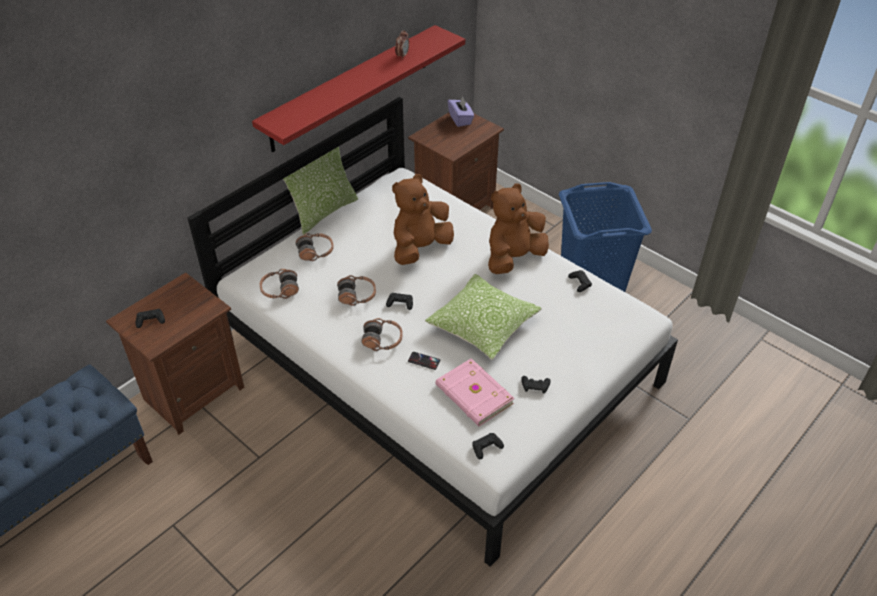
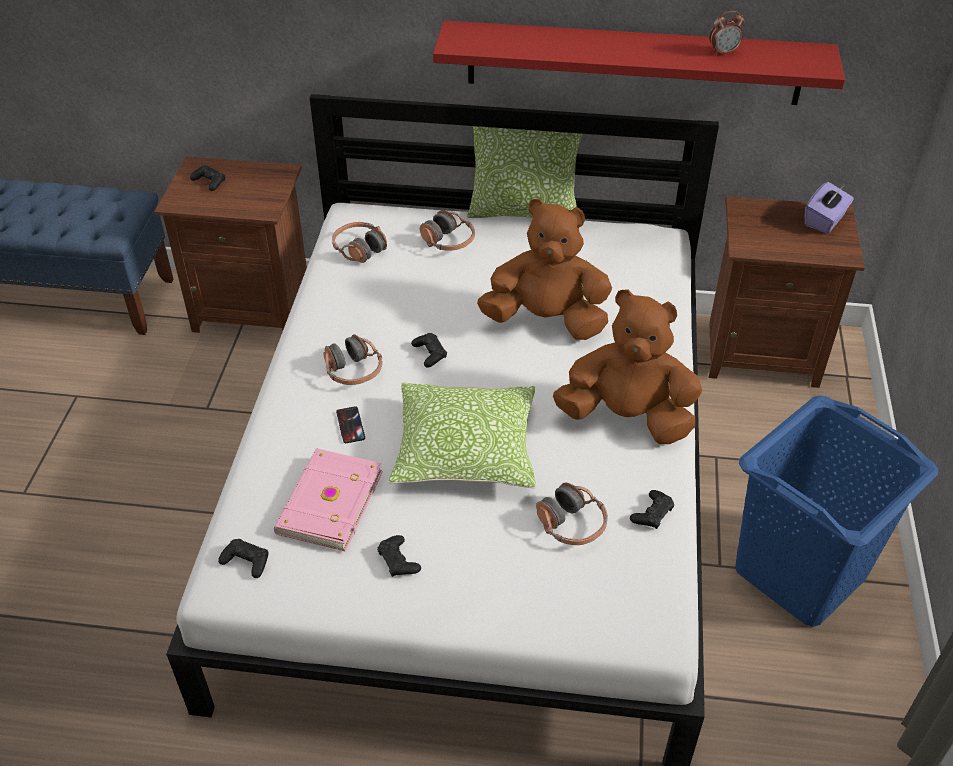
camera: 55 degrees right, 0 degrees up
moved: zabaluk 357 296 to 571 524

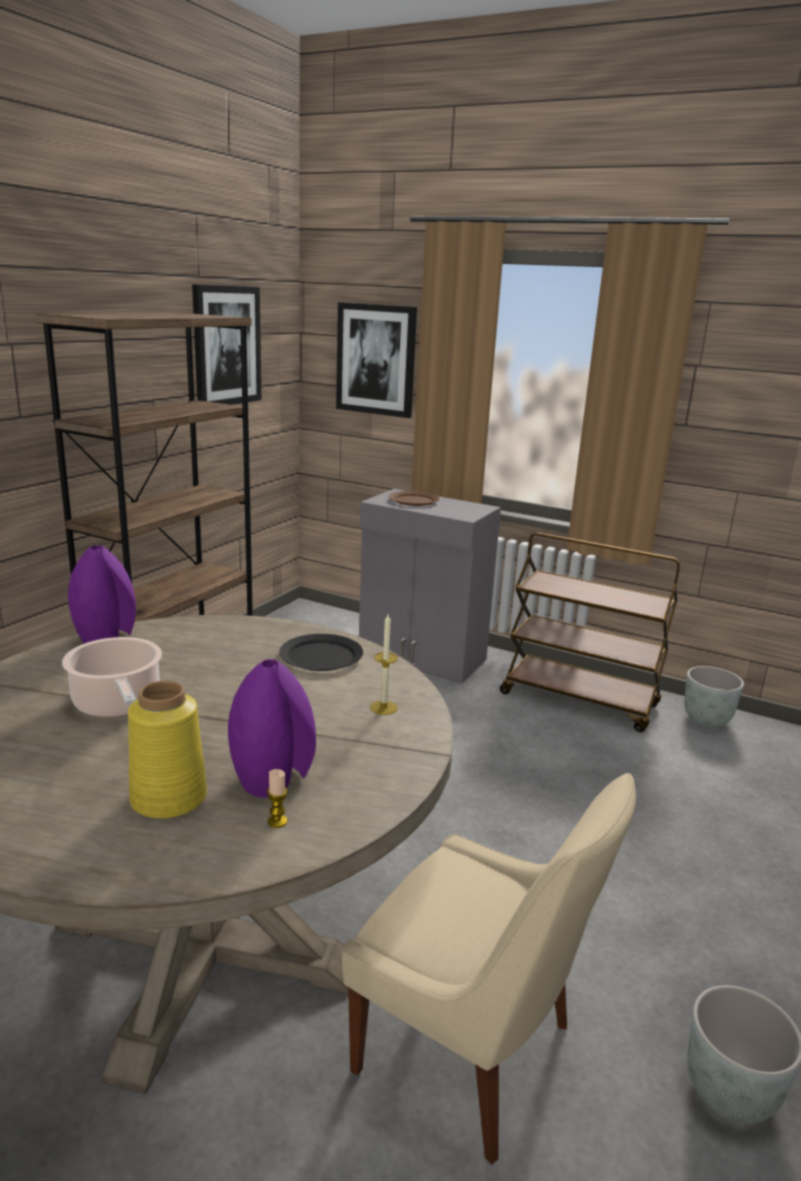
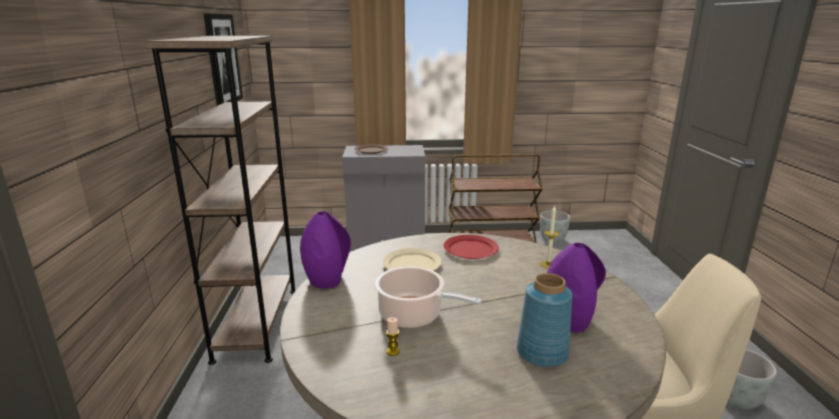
camera: 30 degrees left, 0 degrees up
removed: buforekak 376 359
added: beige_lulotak 412 264
moved: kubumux 277 821 to 393 351
recoloured: black_lulotak 321 656 to red_lulotak 470 249; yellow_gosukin 167 799 to blue_gosukin 541 353

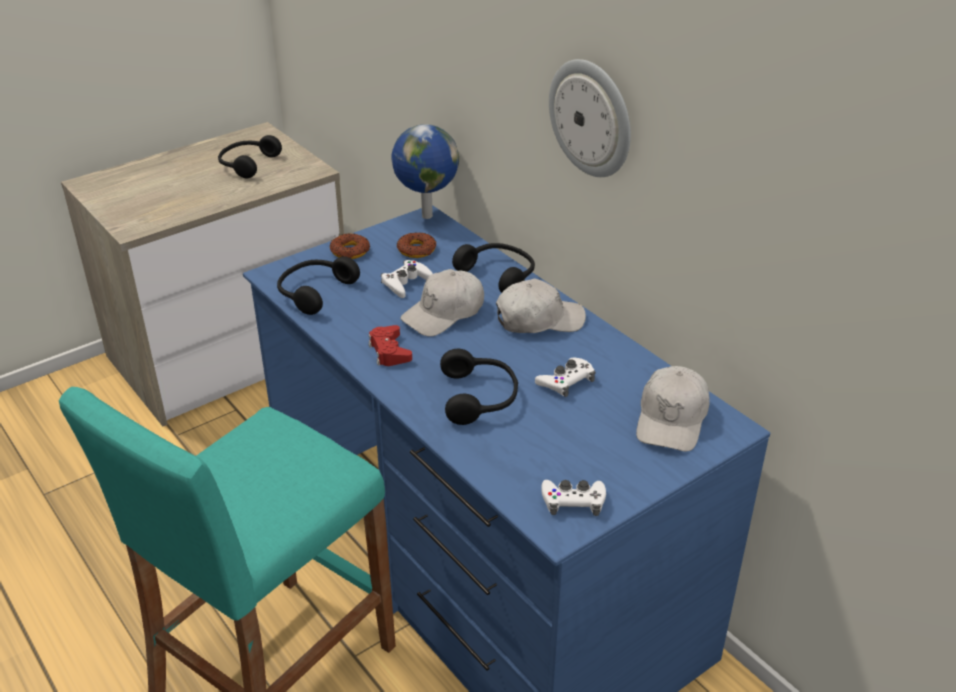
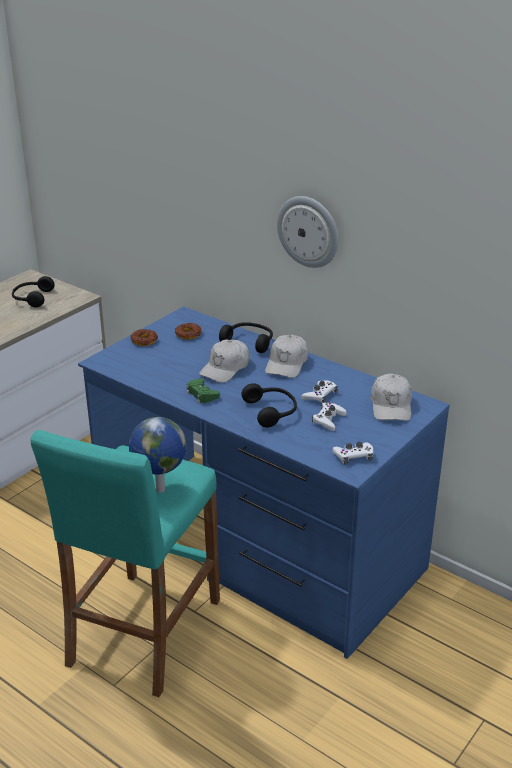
camera: 15 degrees left, 5 degrees down
removed: black_zabaluk 314 292
moved: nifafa 425 216 to 159 490; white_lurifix 406 283 to 328 420
recoloured: red_lurifix 389 351 to green_lurifix 202 394
turned: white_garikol 539 320 = 287 364 135 degrees clockwise

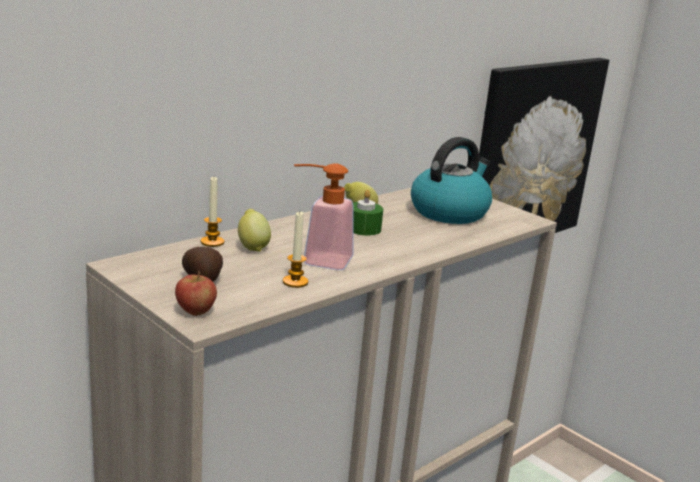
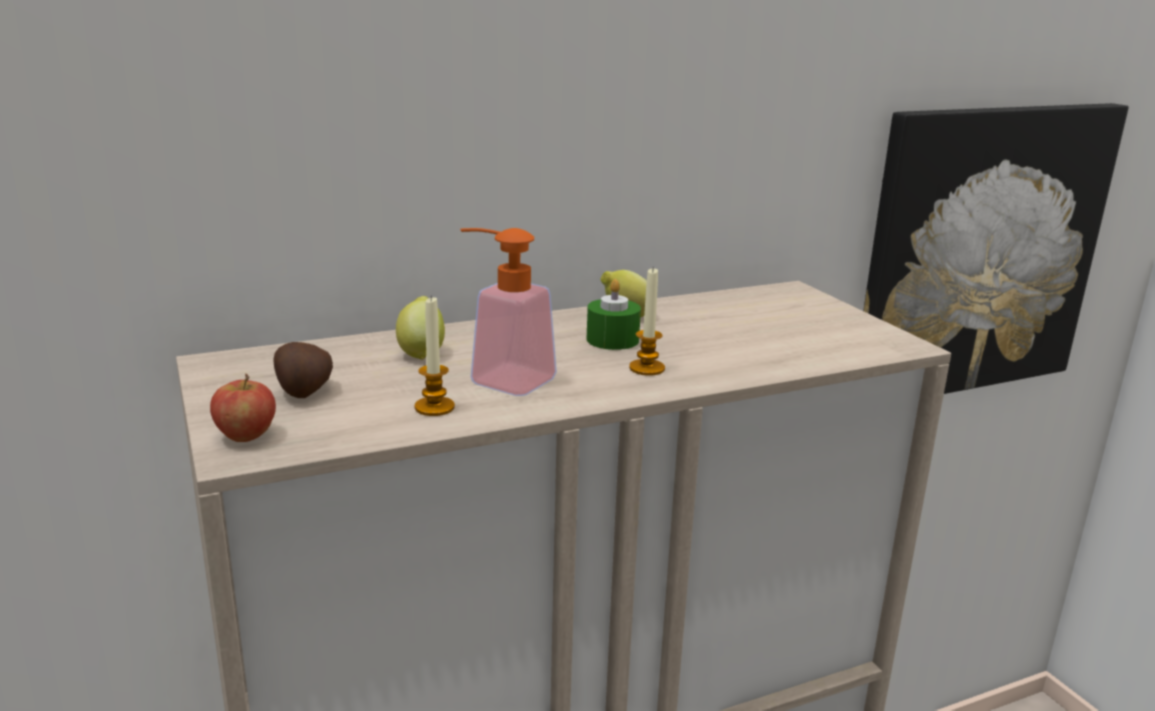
camera: 20 degrees right, 0 degrees up
removed: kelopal 449 212
moved: kubumux 212 242 to 647 368

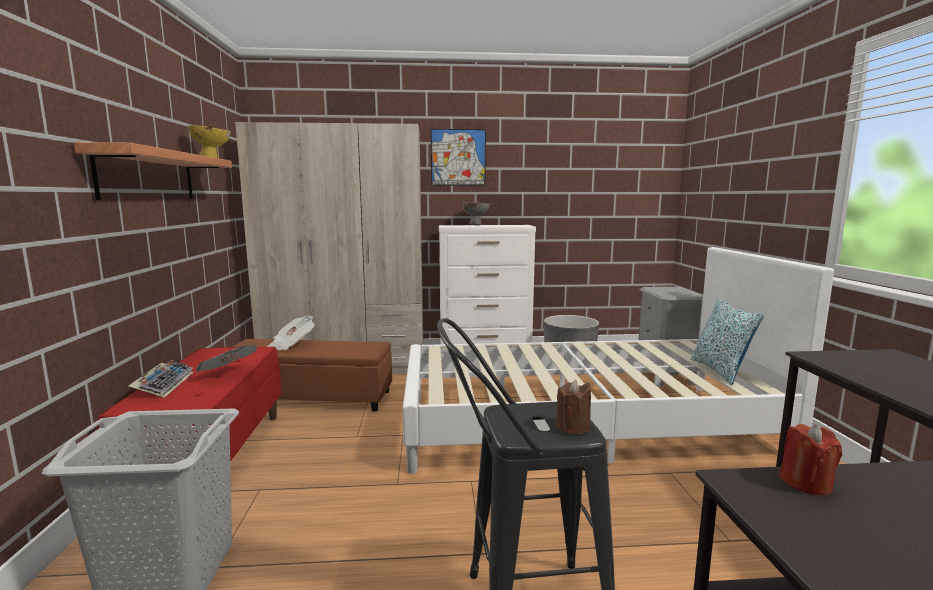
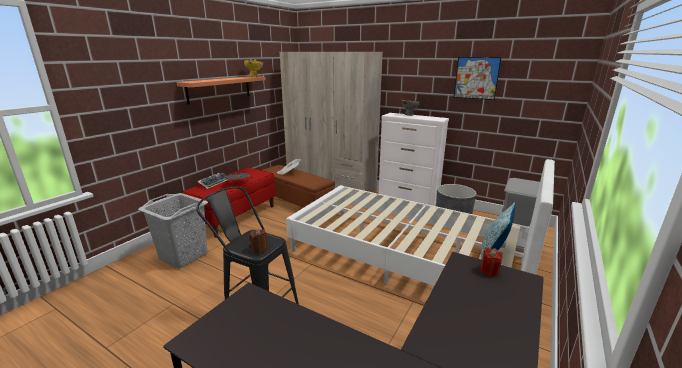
camera: 35 degrees right, 10 degrees up
moved: buforekak 458 157 to 476 78; red_kubumux 806 483 to 489 271

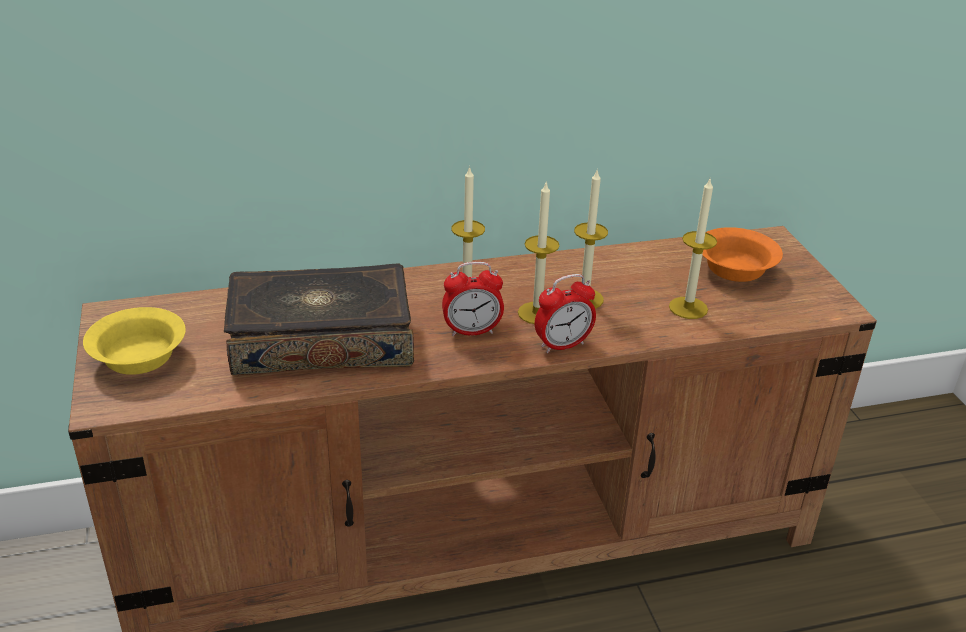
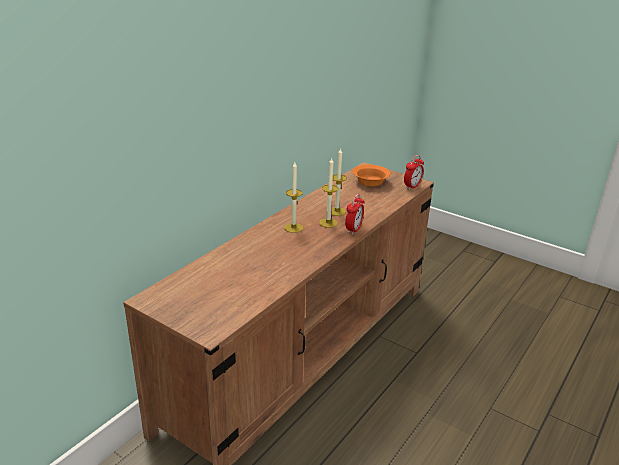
camera: 40 degrees left, 5 degrees down
removed: kubumux 688 308; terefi 321 340; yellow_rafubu 141 356
moved: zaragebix 472 331 to 412 187

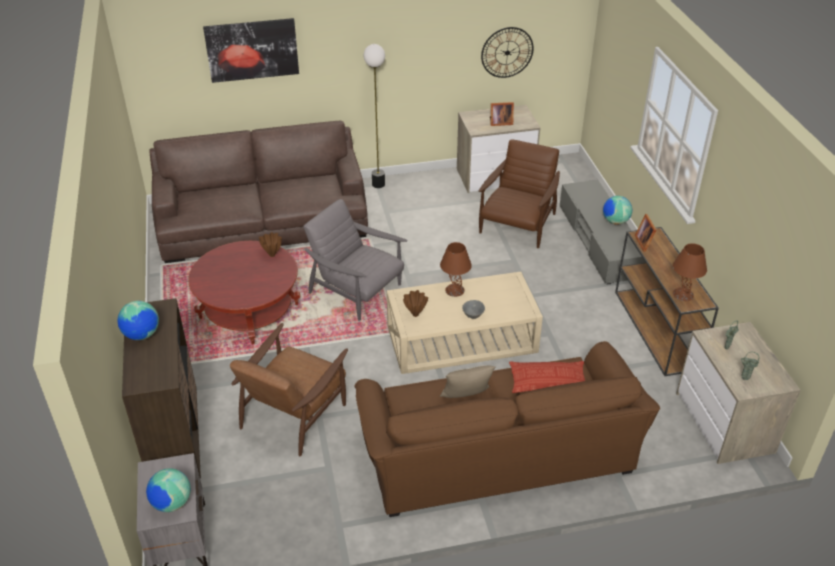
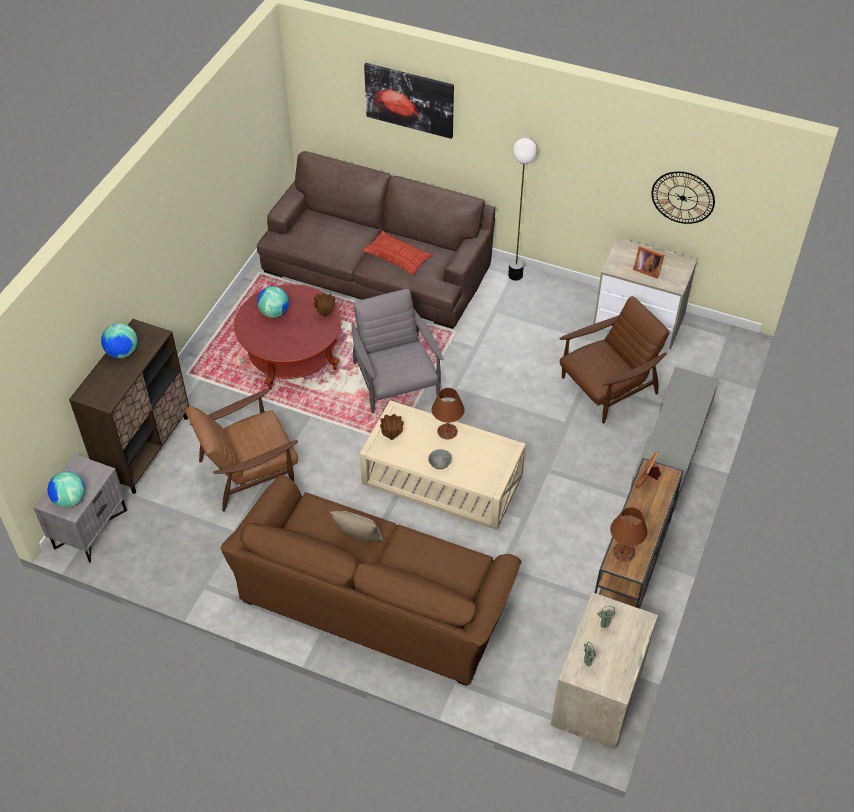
camera: 35 degrees right, 10 degrees up
moved: nifafa 615 221 to 274 312; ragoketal 548 381 to 397 257

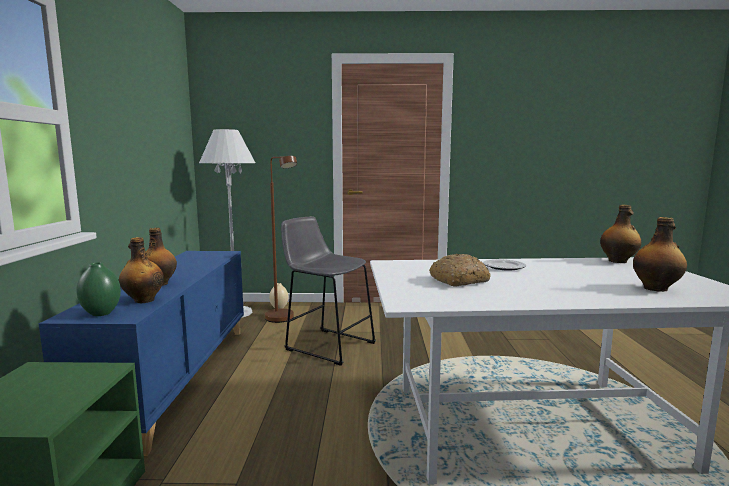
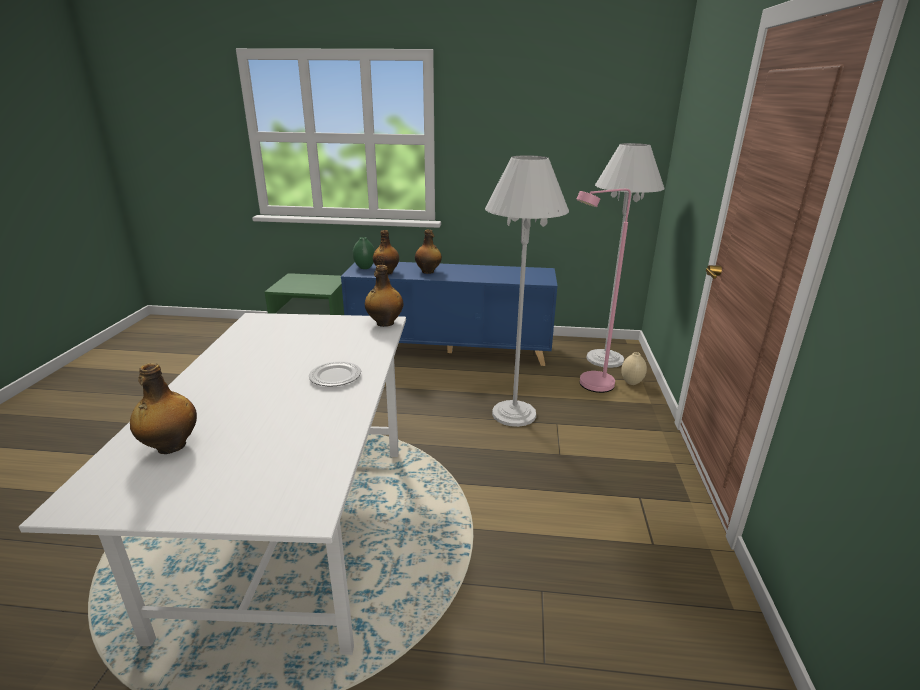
camera: 95 degrees right, 15 degrees up
removed: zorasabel 459 280
moved: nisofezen 618 261 to 384 323
replaced: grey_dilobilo 327 345 to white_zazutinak 514 414
recoloured: brown_zazutinak 283 320 to pink_zazutinak 589 386

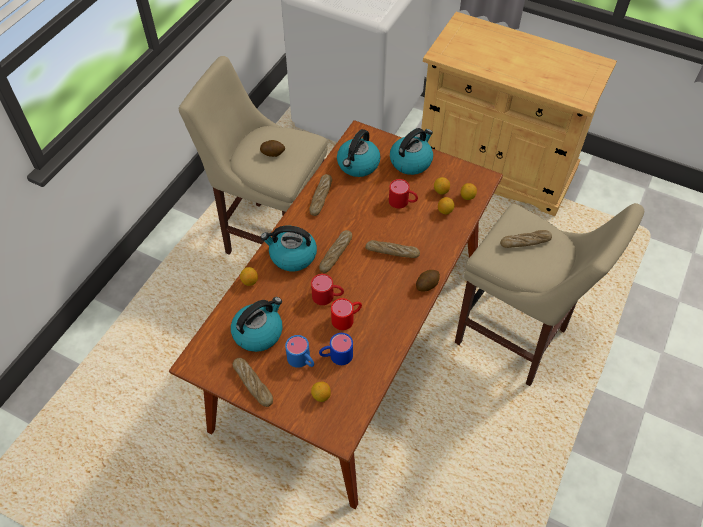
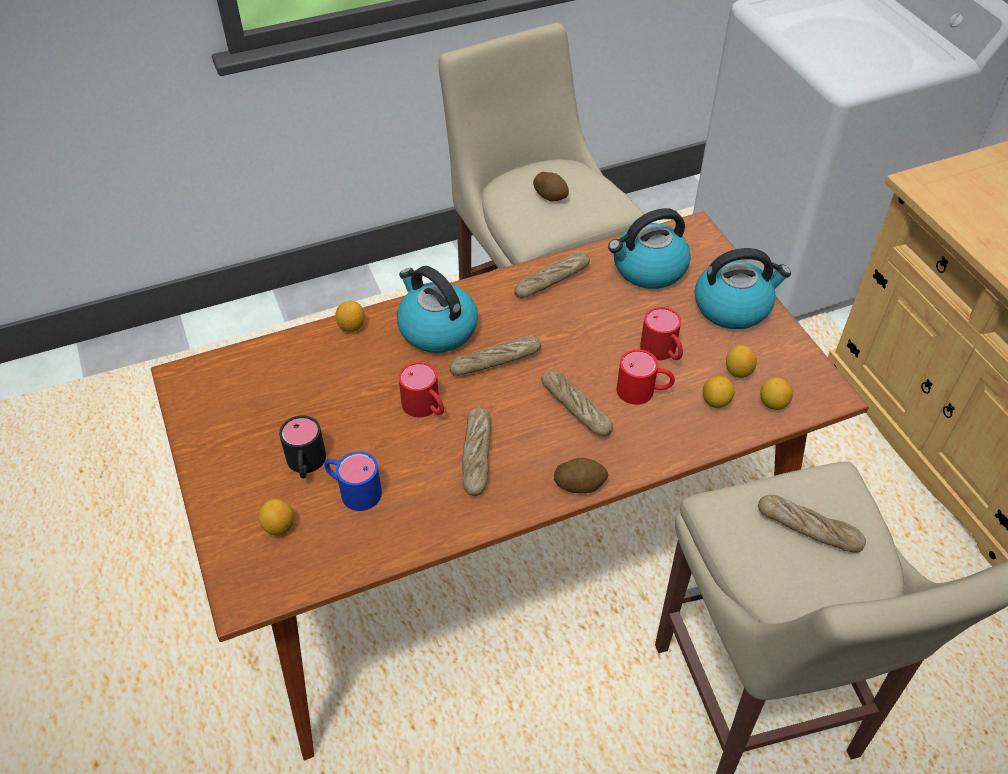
camera: 40 degrees right, 5 degrees down
removed: kelopal 258 332
moved: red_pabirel 347 318 to 644 391; zorasabel 253 384 to 477 455
recoloured: blue_pabirel 302 360 to black_pabirel 306 465

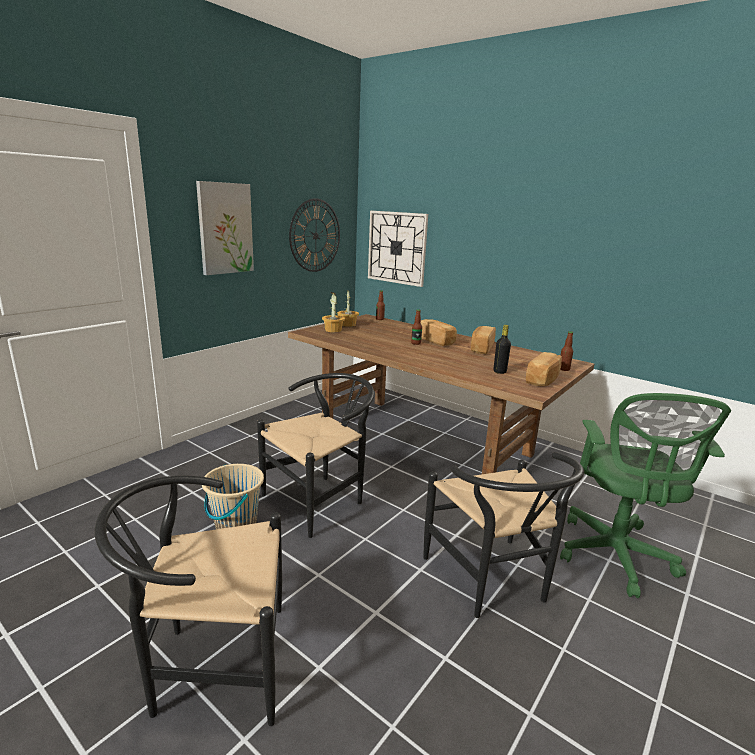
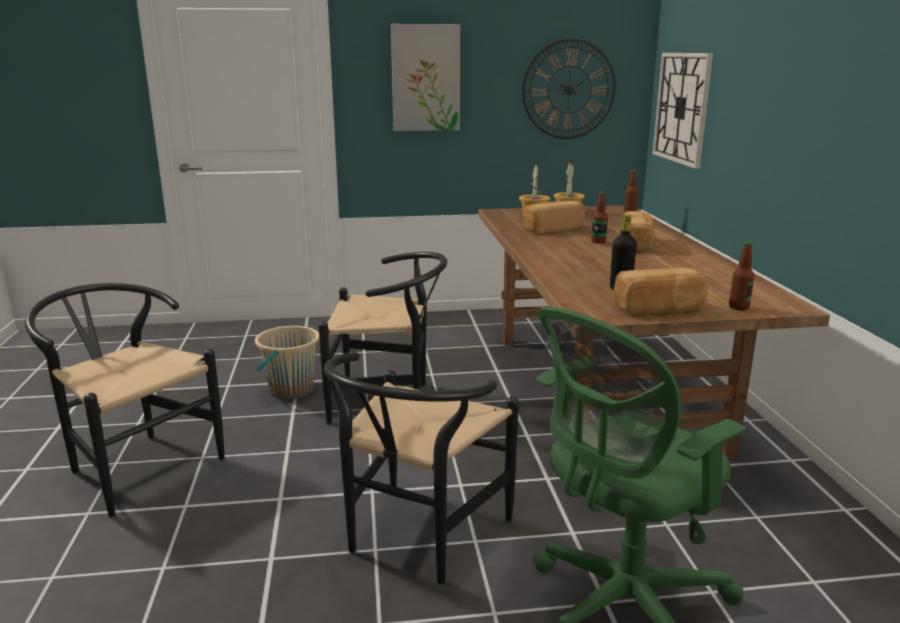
camera: 45 degrees right, 0 degrees up
moved: zorasabel 481 348 to 552 229

